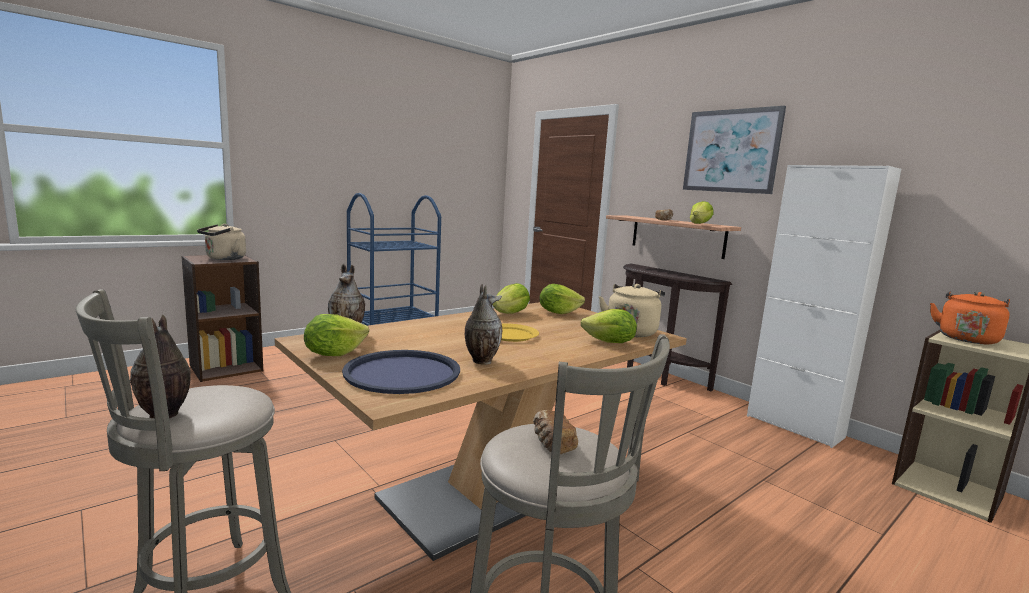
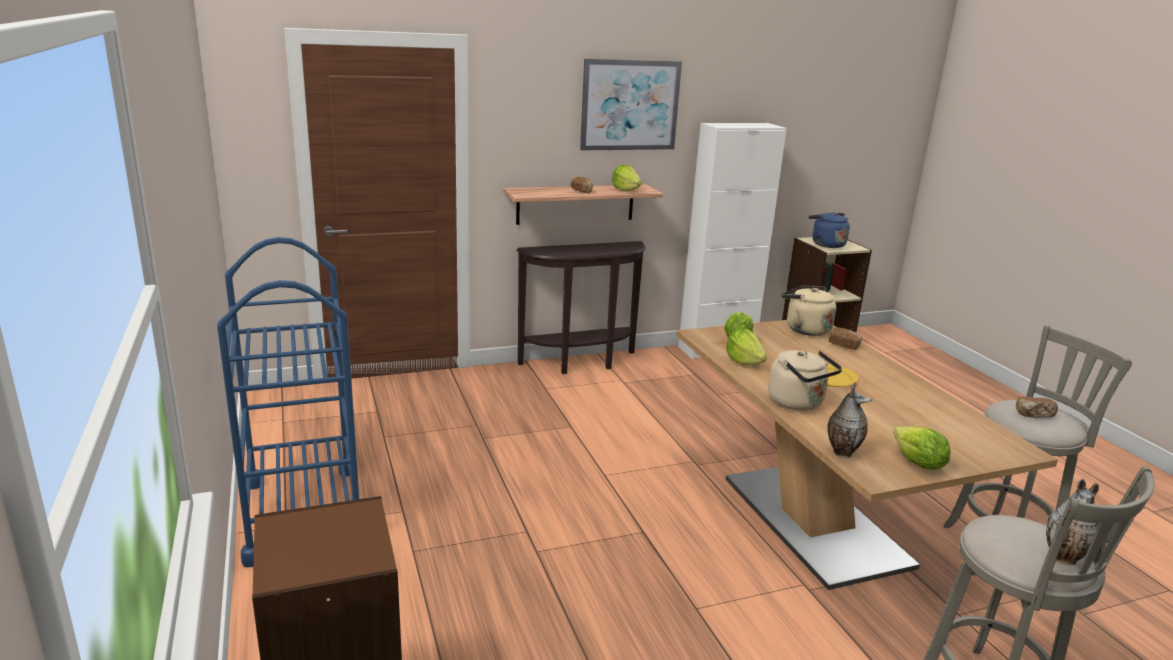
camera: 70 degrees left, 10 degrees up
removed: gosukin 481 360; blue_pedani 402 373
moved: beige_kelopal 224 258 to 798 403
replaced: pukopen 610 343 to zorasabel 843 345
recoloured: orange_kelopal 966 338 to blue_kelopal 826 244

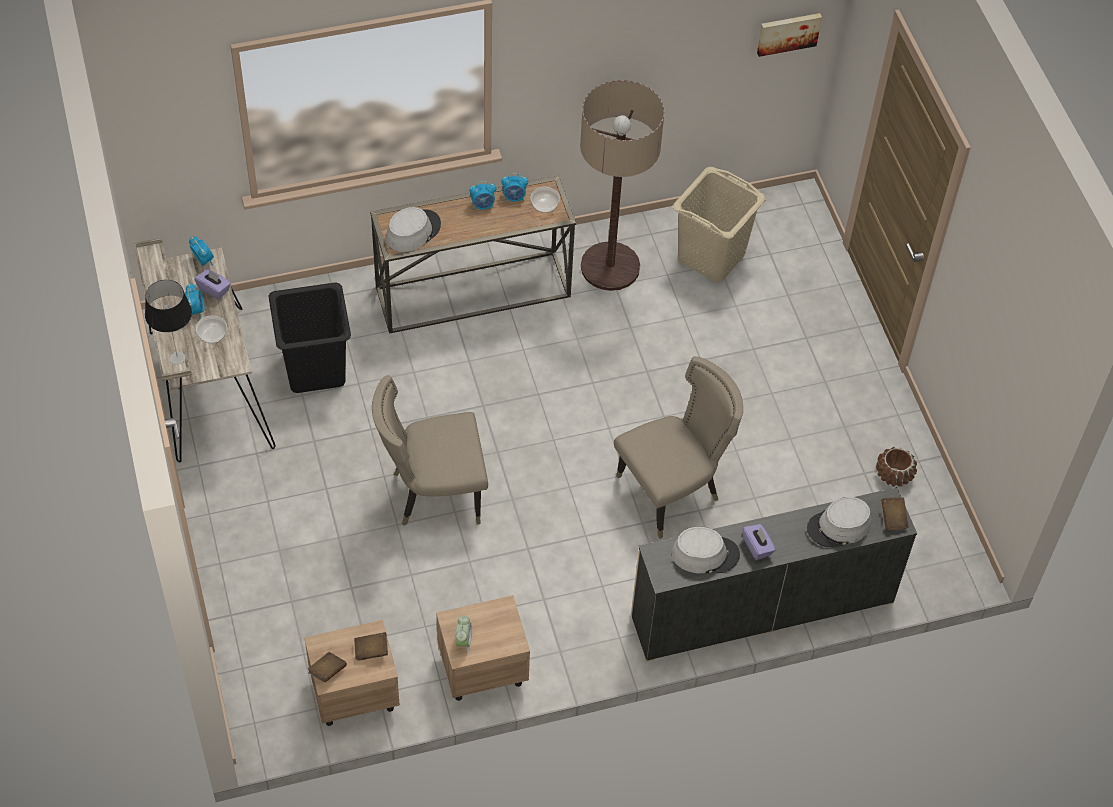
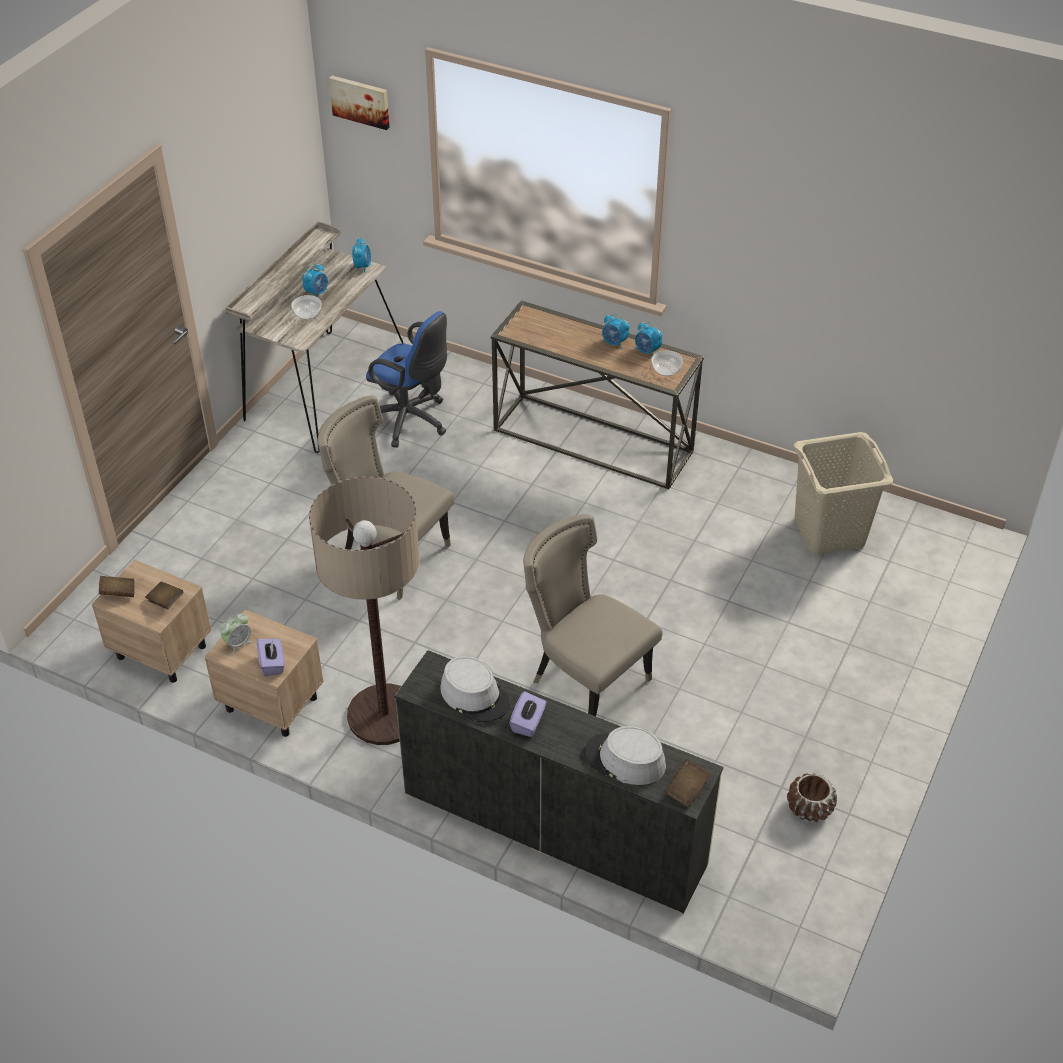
camera: 45 degrees right, 10 degrees down
removed: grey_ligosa 413 231; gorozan 177 358
moved: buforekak 788 32 to 360 101; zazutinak 610 267 to 384 715; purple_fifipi 214 289 to 272 664
replaced: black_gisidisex 316 369 to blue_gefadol 410 421
turned: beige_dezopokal 673 490 = 585 682 150 degrees counterclockwise

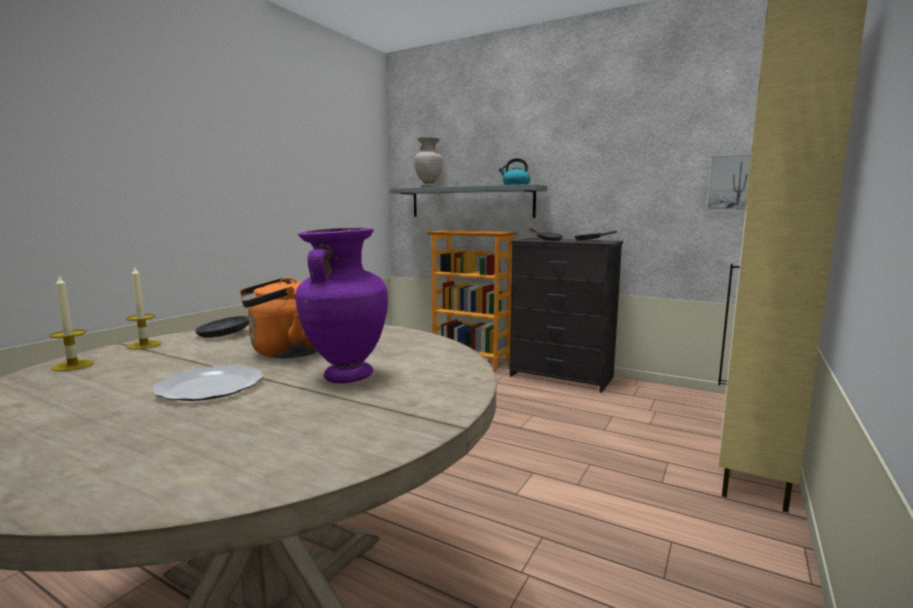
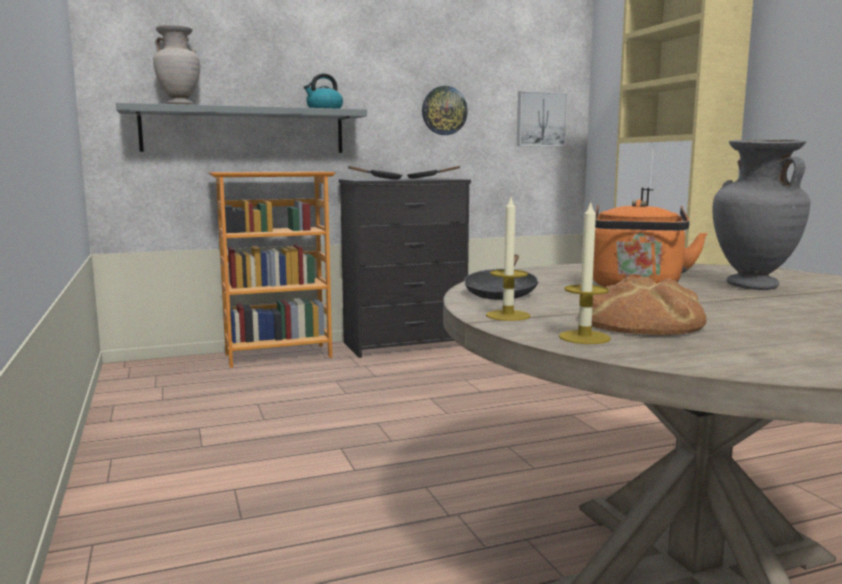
camera: 50 degrees left, 0 degrees up
removed: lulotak 210 386
added: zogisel 444 110; zorasabel 641 322
recoloured: purple_gosukin 346 376 to grey_gosukin 751 286

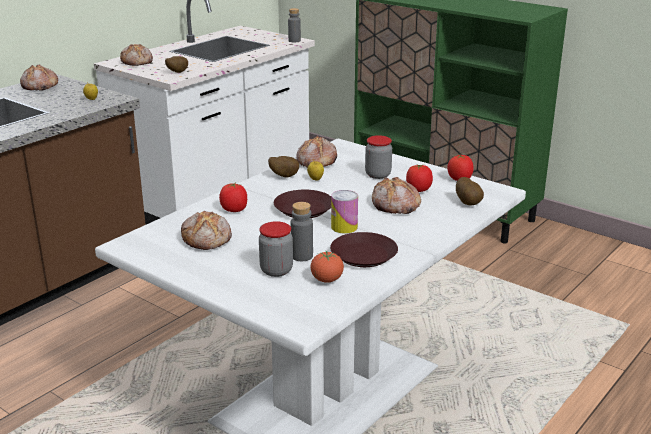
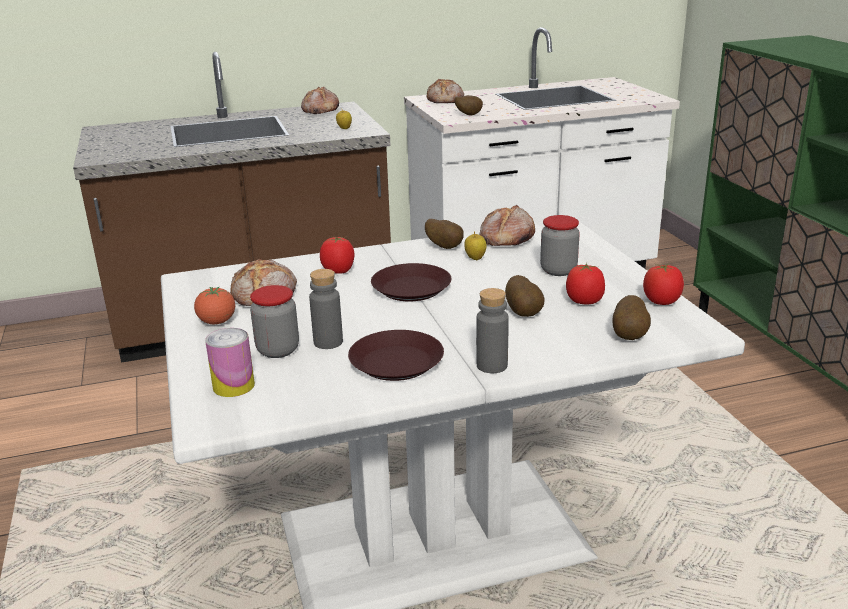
camera: 35 degrees right, 0 degrees up
moved: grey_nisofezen 294 41 to 492 365; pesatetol 344 227 to 233 386; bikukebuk 327 280 to 217 322
replaced: zorasabel 395 205 to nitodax 524 313

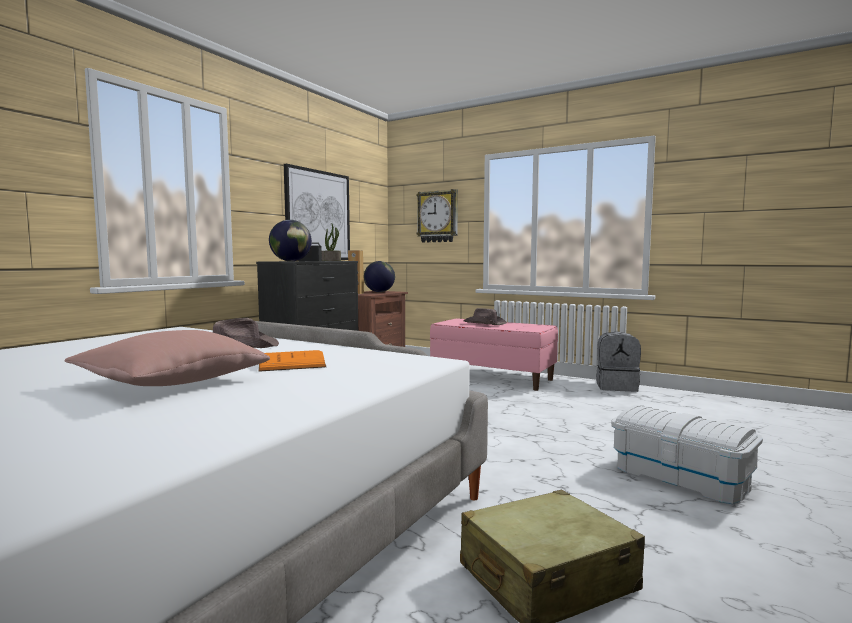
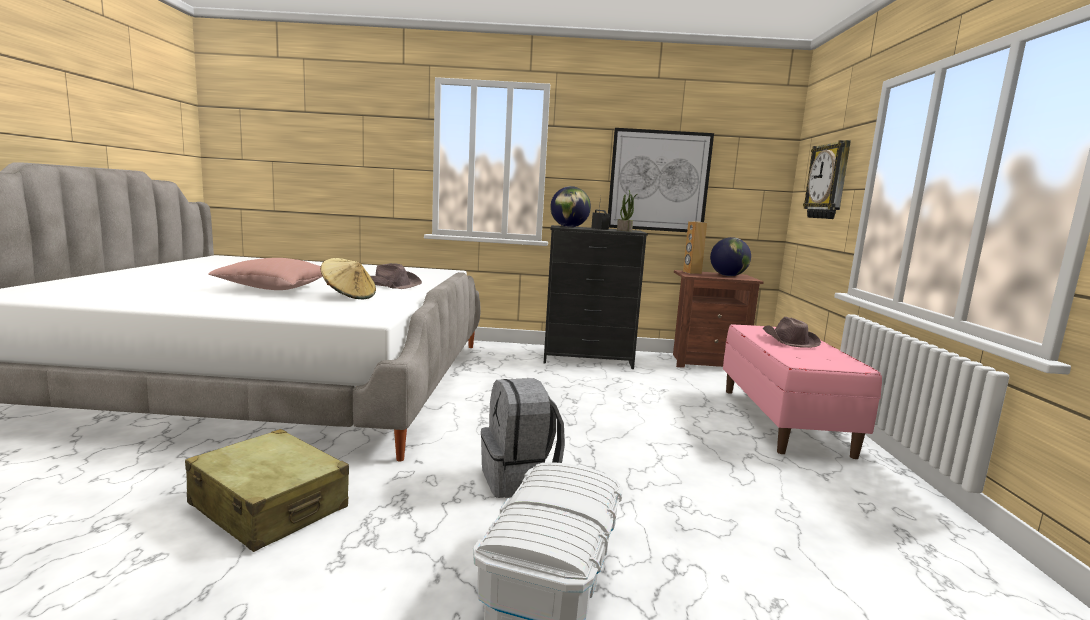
camera: 60 degrees right, 5 degrees up
moved: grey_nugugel 616 387 to 519 479
replaced: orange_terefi 291 361 to beige_ligosa 348 296

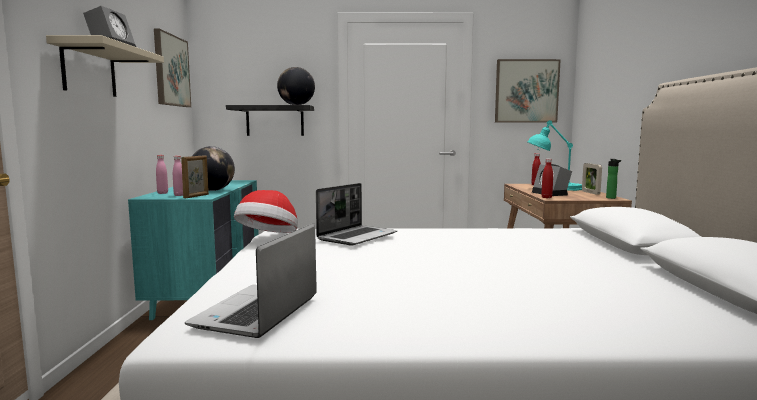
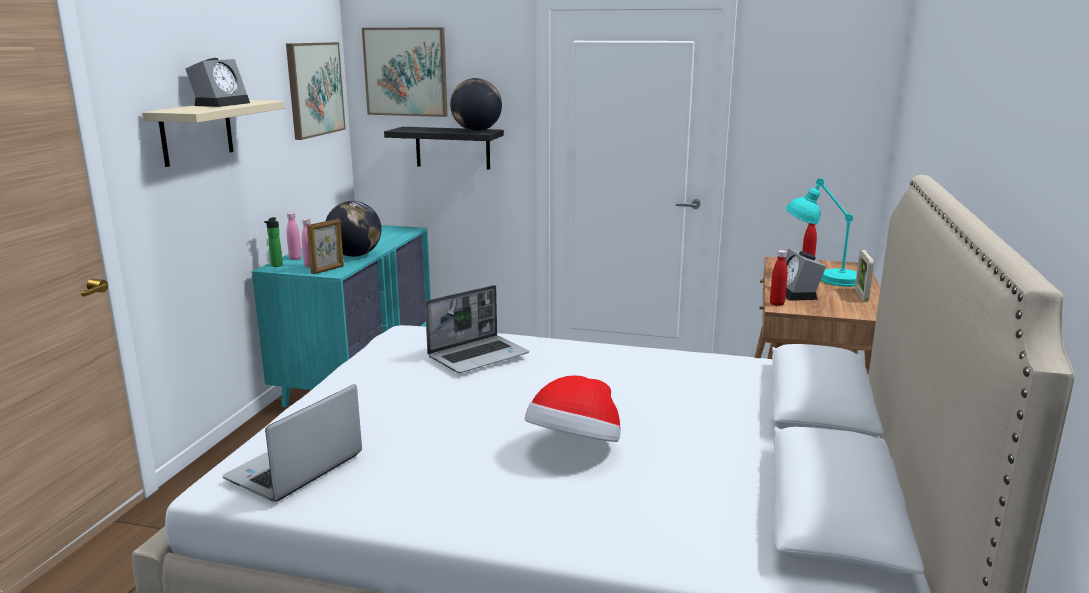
camera: 15 degrees right, 10 degrees up
moved: buforekak 526 91 to 406 72; nisofezen 611 198 to 276 266; ligosa 268 237 to 575 448

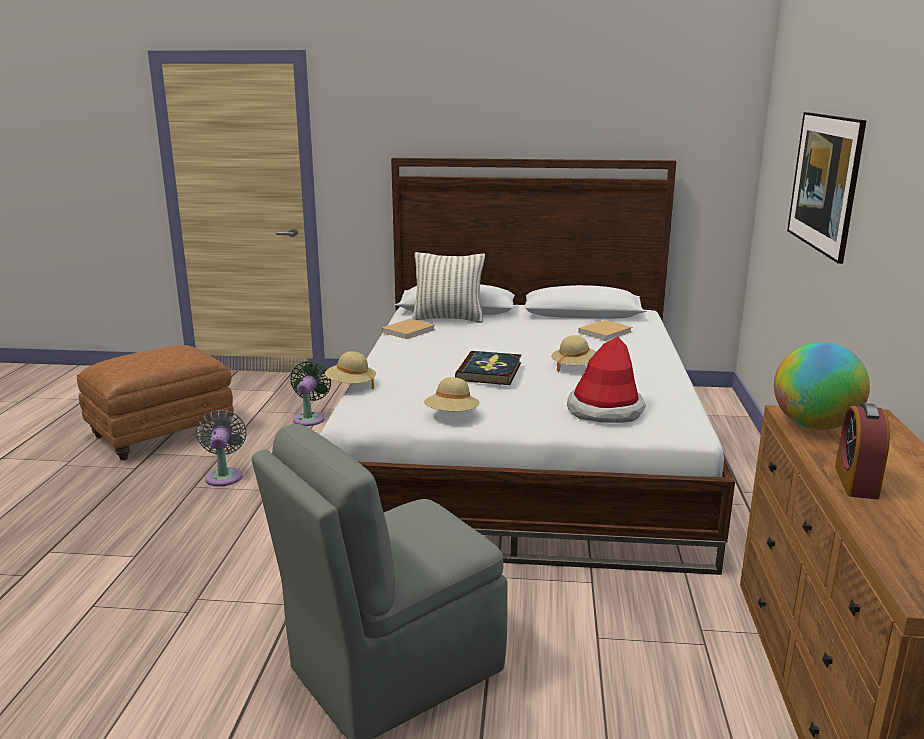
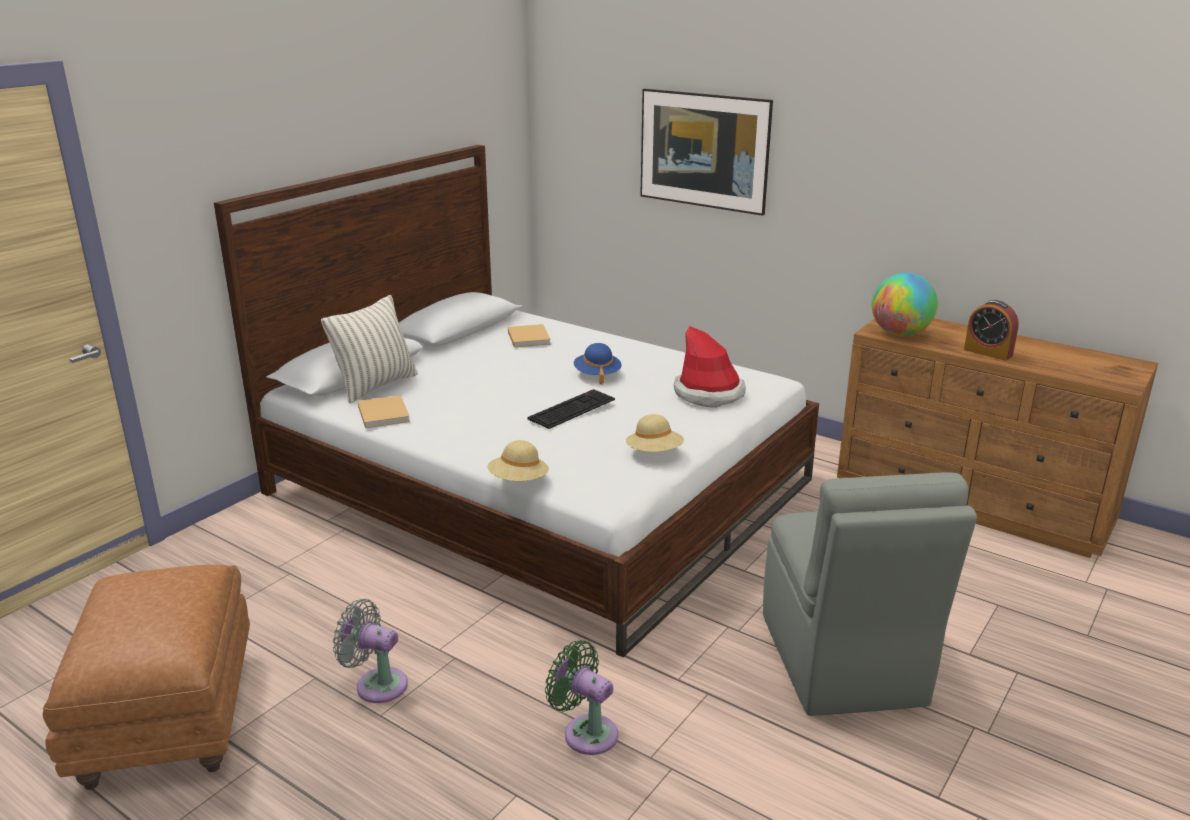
camera: 60 degrees left, 5 degrees up
moved: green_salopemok 310 418 to 586 732
replaced: terefi 489 371 to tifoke 571 408
recoloured: beige_ligosa 574 367 to blue_ligosa 597 375

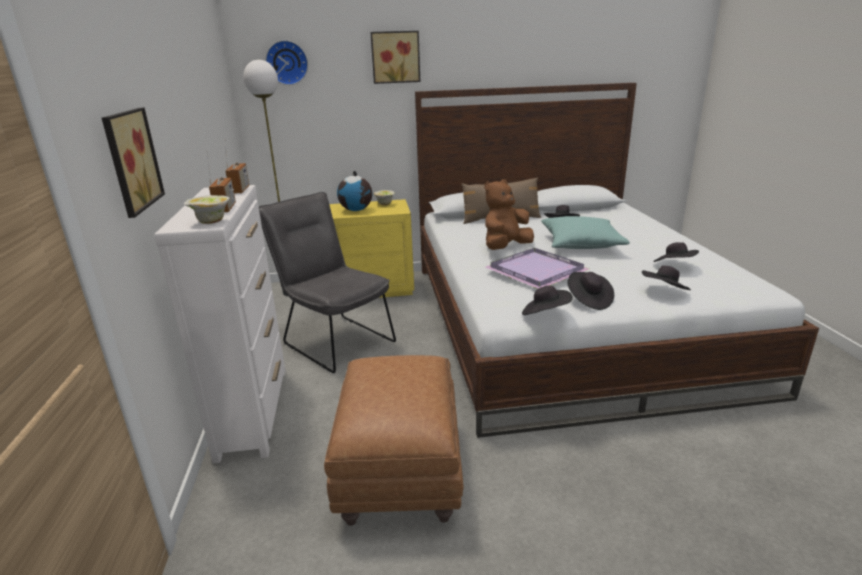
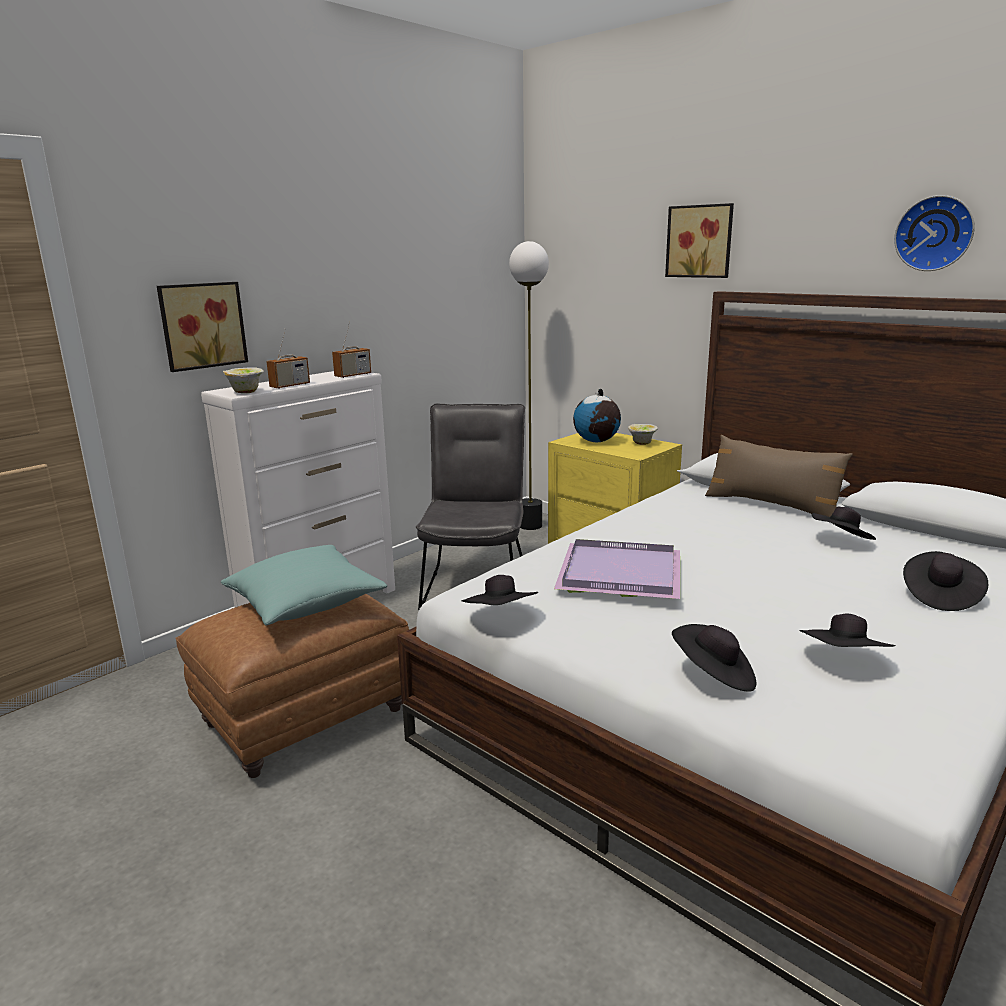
camera: 50 degrees right, 5 degrees down
removed: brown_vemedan 505 247
moved: zogisel 287 62 to 934 233; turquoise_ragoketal 581 244 to 305 603; black_ligosa 588 300 to 940 596

